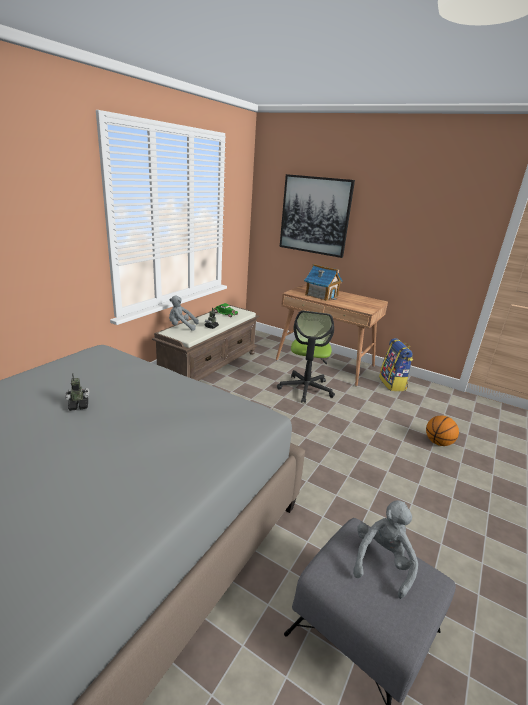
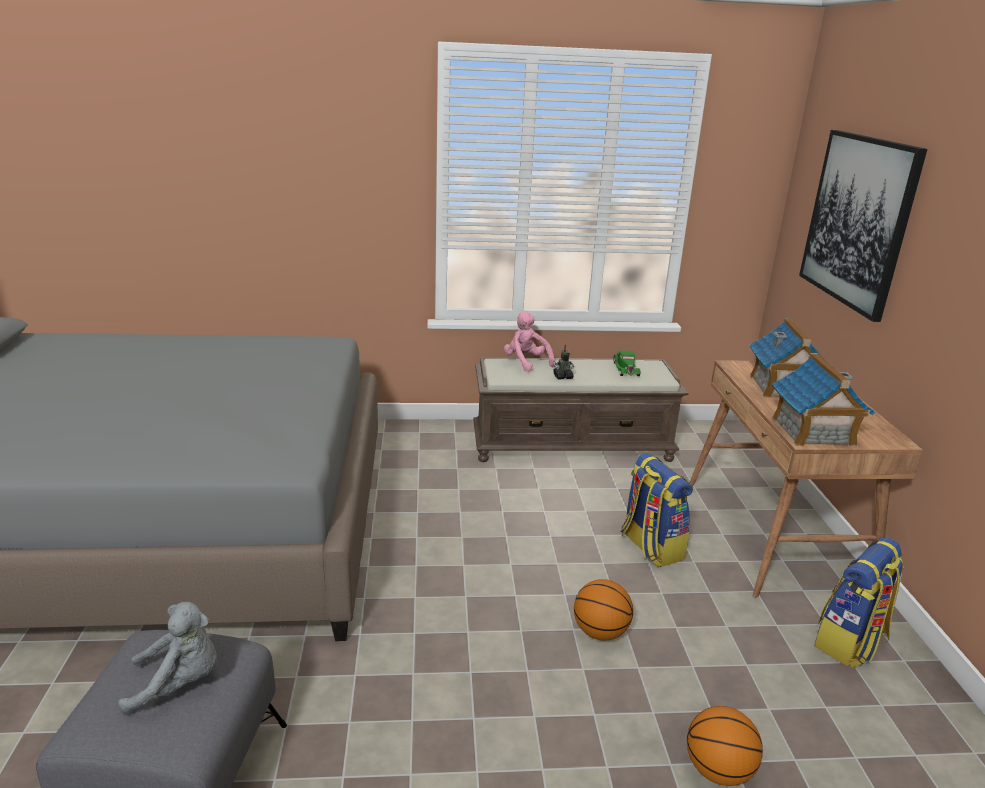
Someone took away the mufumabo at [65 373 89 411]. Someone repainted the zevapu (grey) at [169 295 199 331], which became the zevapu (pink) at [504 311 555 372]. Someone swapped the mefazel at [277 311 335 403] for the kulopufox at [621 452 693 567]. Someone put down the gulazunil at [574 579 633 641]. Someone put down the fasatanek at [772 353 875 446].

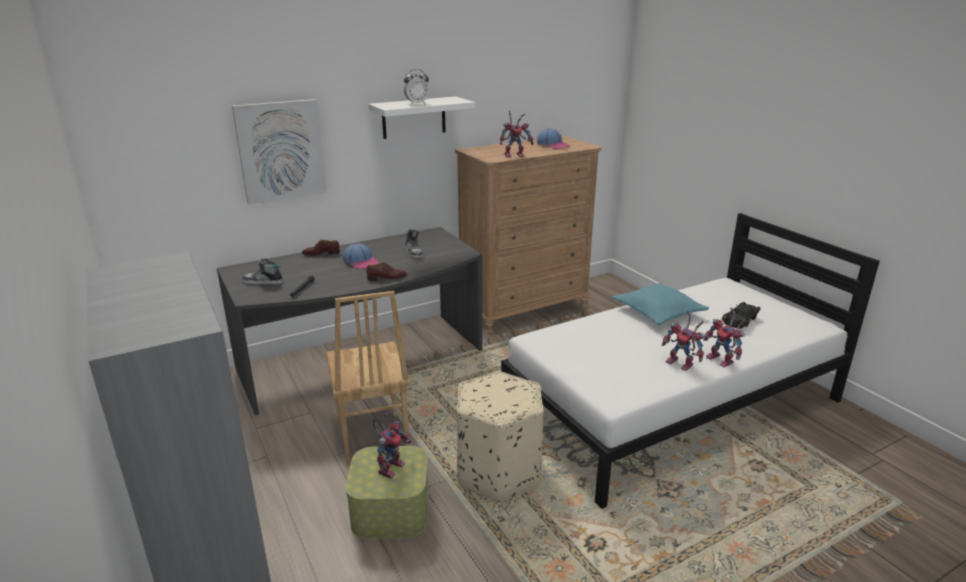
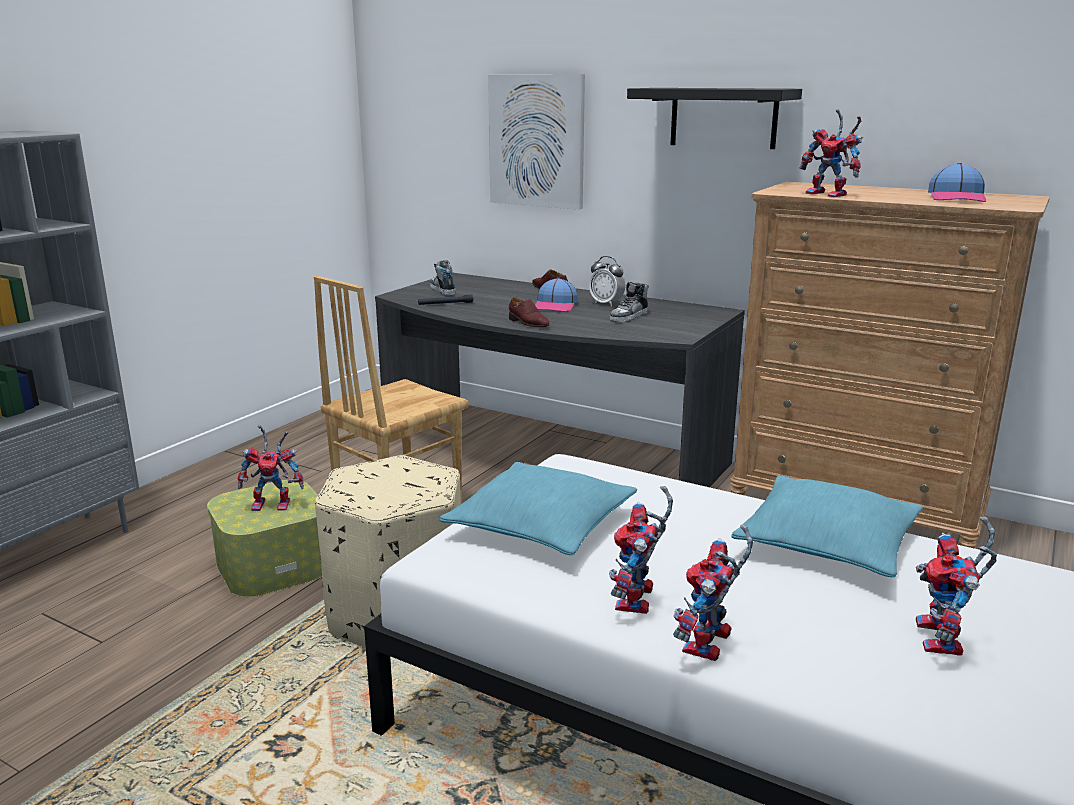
Someone repainted the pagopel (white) at [368 96 475 139], which became the pagopel (black) at [627 88 802 149]. Someone carried the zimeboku from [404 69 429 105] to [589 256 625 307]. Someone swapped the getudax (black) at [722 302 761 329] for the mufumabo at [916 516 997 656]. Someone put down the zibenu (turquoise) at [439 462 637 555].

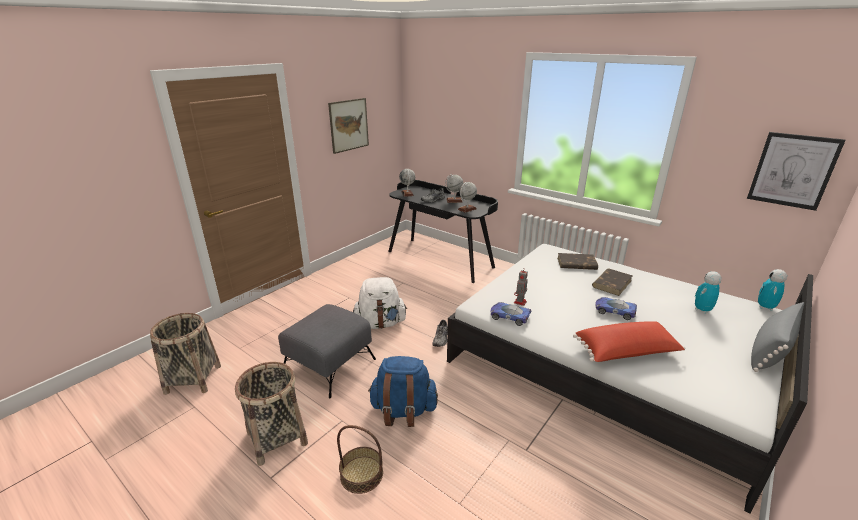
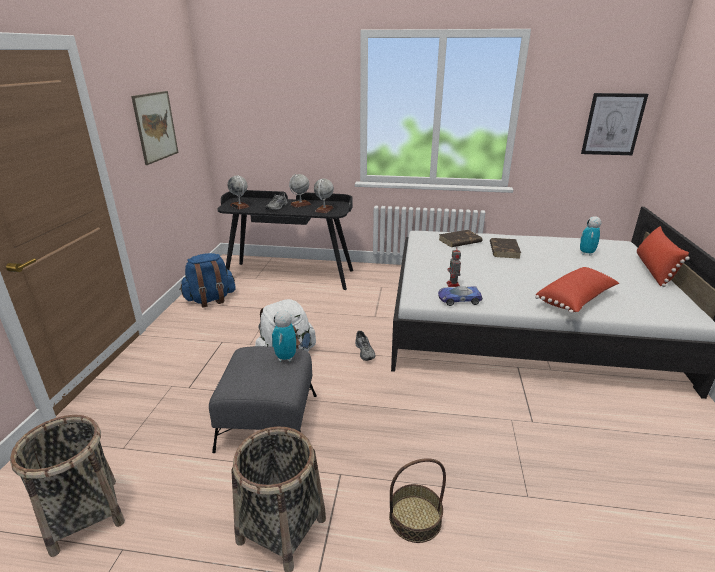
Someone carried the kulopufox (blue) from [368 356 438 427] to [179 253 236 308]. Someone took away the getudax at [595 297 637 320]. Someone repainted the zibenu (grey) at [751 302 804 372], which became the zibenu (red) at [637 226 690 287]. Someone carried the mufumabo from [758 269 787 311] to [272 310 296 362].

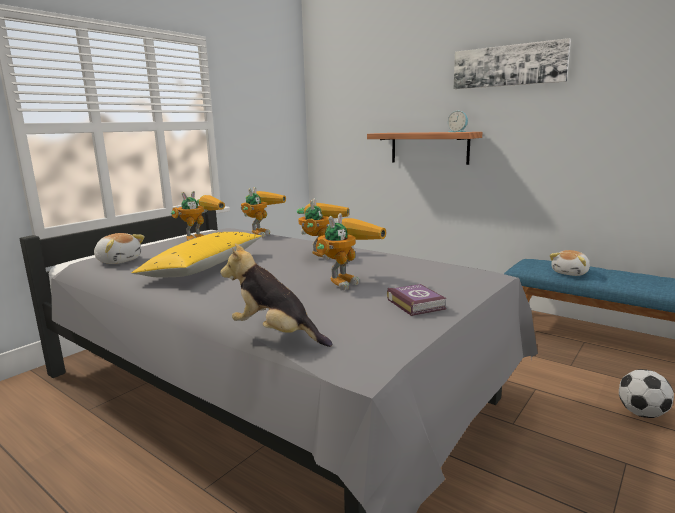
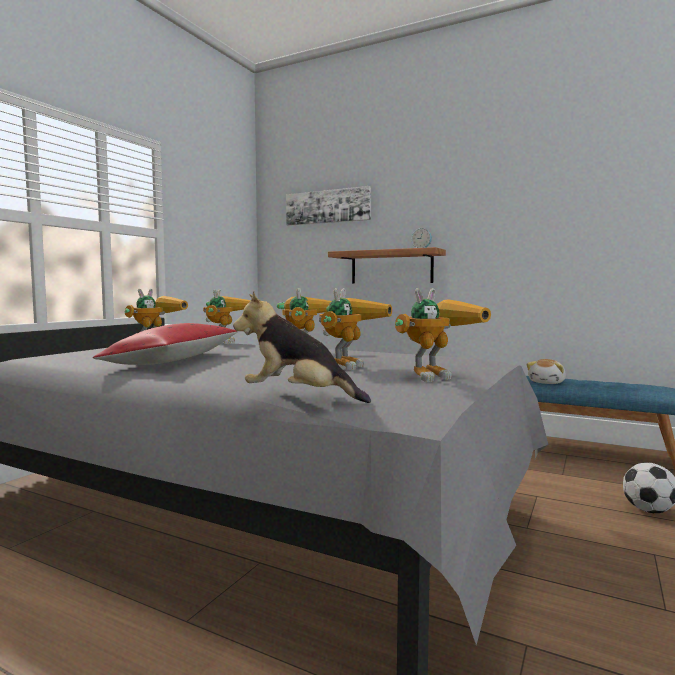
Someone took away the zevapu at [94 233 145 264]. Someone repainted the zibenu (yellow) at [132 232 262 278], which became the zibenu (red) at [92 323 238 365]. Someone swapped the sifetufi at [387 284 447 316] for the mufumabo at [395 288 491 382]. Someone carried the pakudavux from [453 38 571 89] to [286 186 371 226].

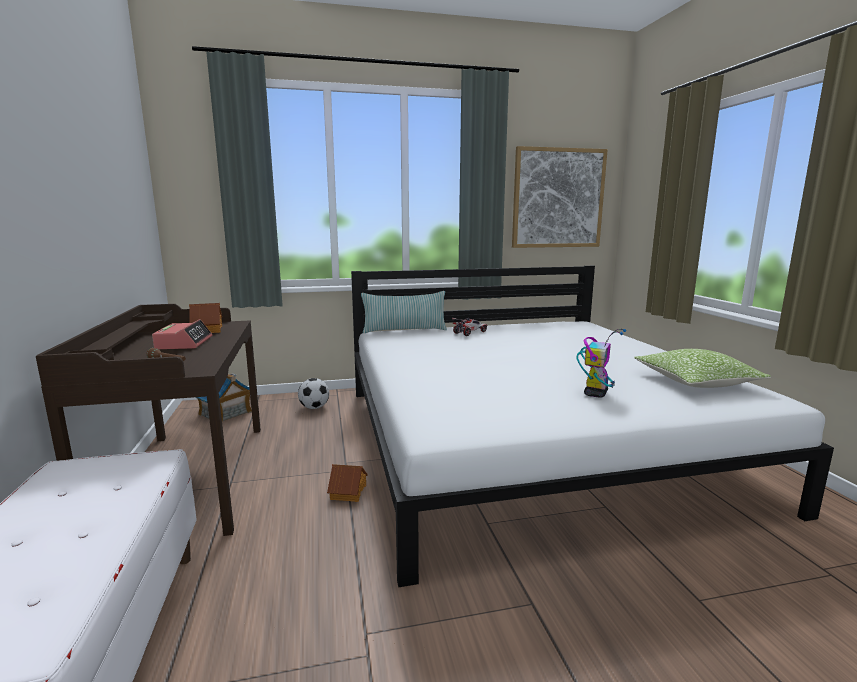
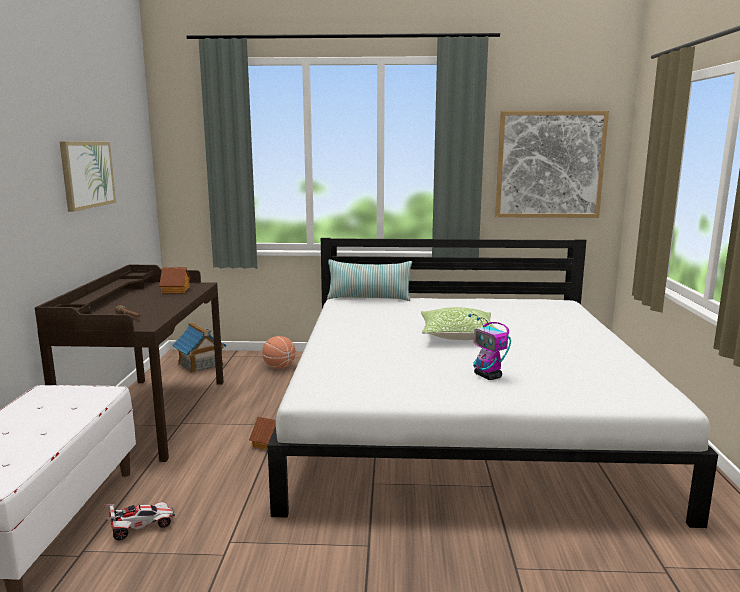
Someone took away the zimeboku at [152 319 212 349]. Someone swapped the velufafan at [298 378 329 409] for the gulazunil at [262 336 296 369]. Someone carried the getudax from [452 318 487 336] to [104 502 175 540]. Someone rotated the mufumabo at [576 329 626 398] by 105 degrees clockwise. Someone carried the zibenu from [634 349 771 388] to [421 307 497 340]. Someone put up the pakudavux at [60 142 116 212].

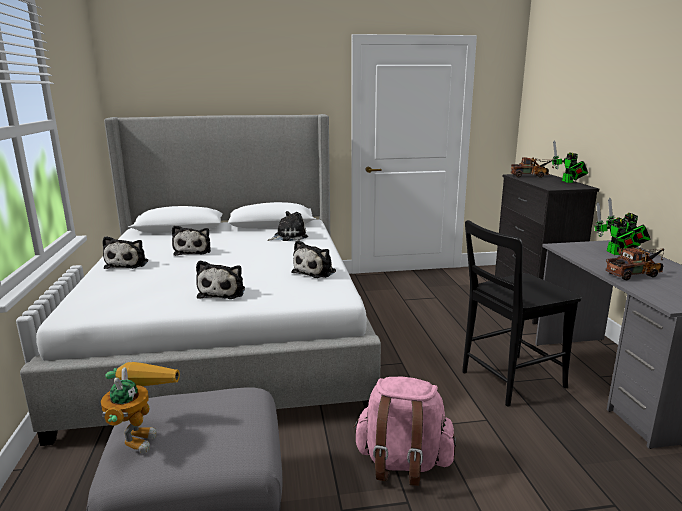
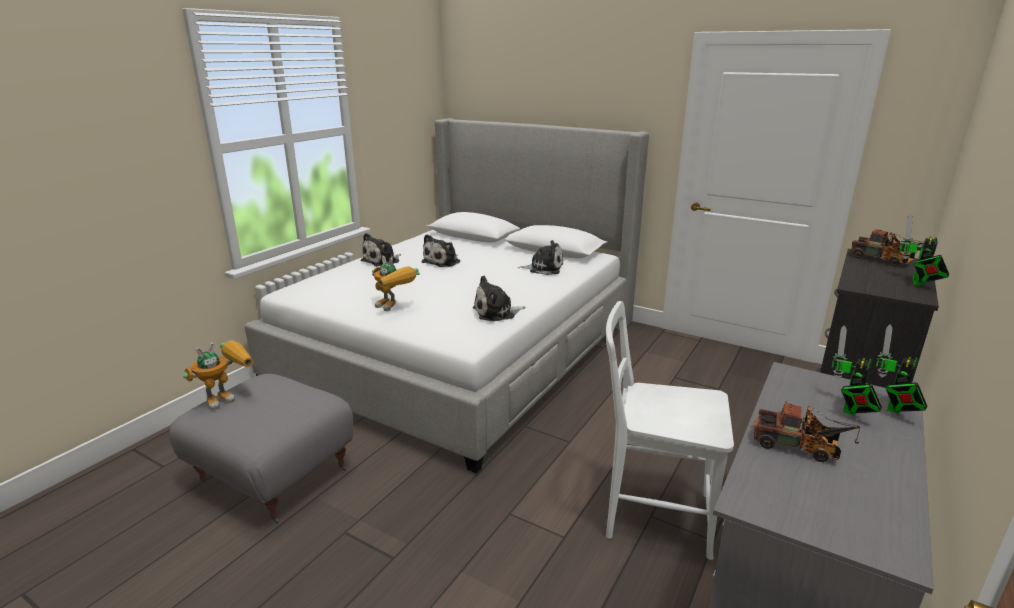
Someone swapped the zevapu at [196 260 245 299] for the mufumabo at [372 256 420 311]. Someone took away the kulopufox (pink) at [353 376 456 486]. Someone repainted the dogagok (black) at [462 220 582 407], which became the dogagok (white) at [606 301 734 560].

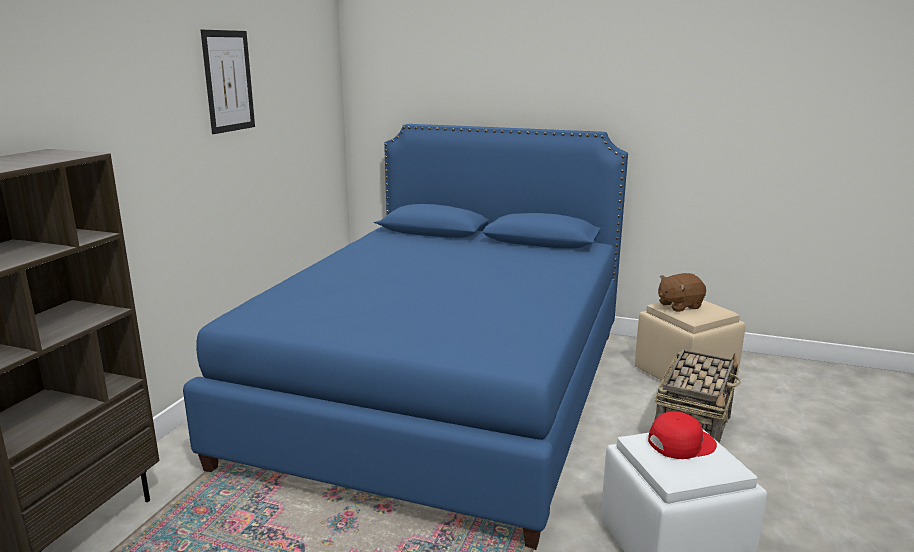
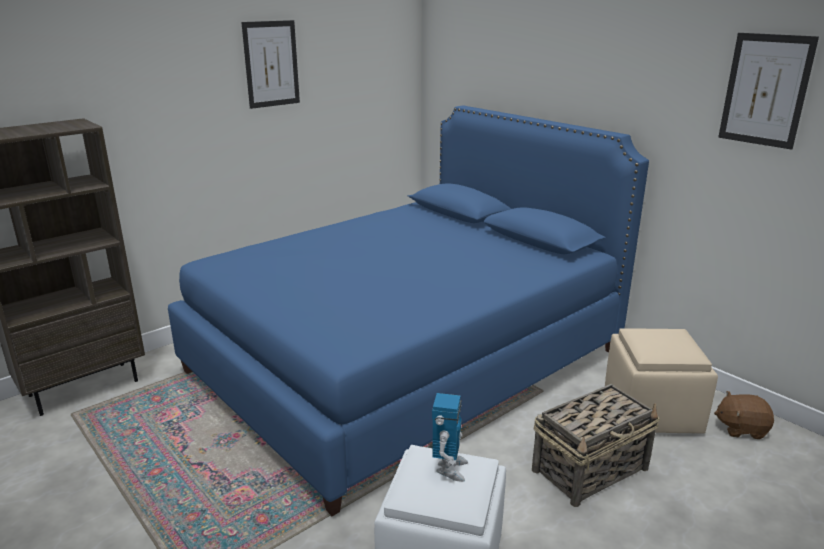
Someone swapped the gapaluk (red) at [648 412 717 459] for the mufumabo at [432 393 468 482]. Someone carried the zevapu (brown) from [658 273 706 312] to [714 391 774 439]. Someone put up the pakudavux at [718 33 819 150].

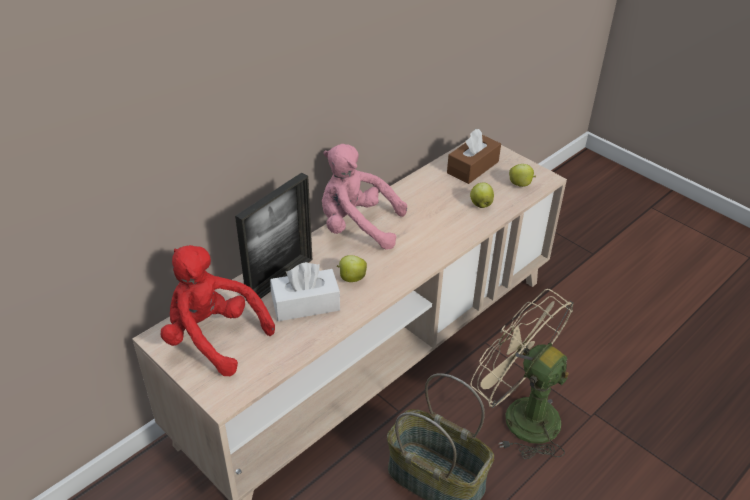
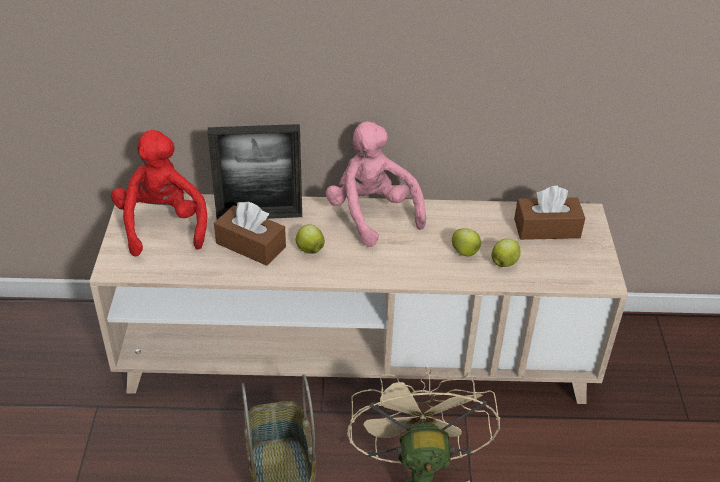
Someone repainted the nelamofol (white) at [270 262 340 321], which became the nelamofol (brown) at [214 202 286 266]. Someone carried the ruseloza from [509 164 536 187] to [452 229 481 256].

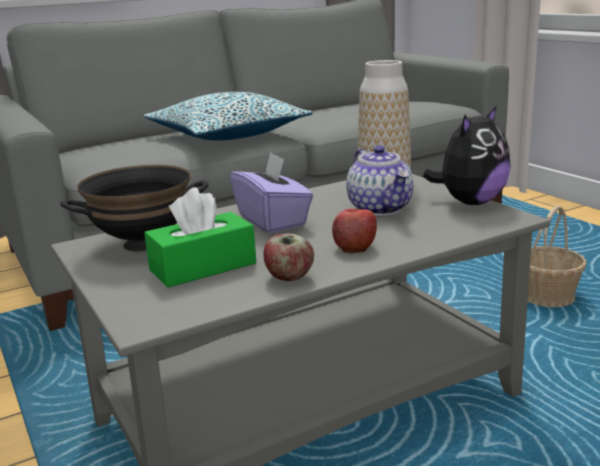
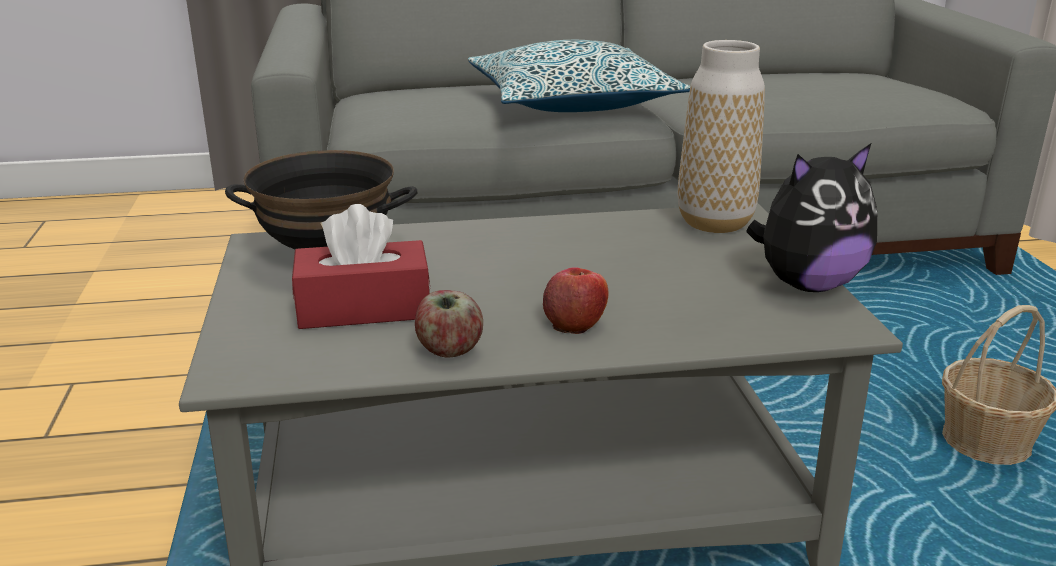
Someone repainted the nelamofol (green) at [144 187 256 287], which became the nelamofol (red) at [292 204 431 329]. Someone took away the nelamofol (purple) at [230 152 313 233]. Someone took away the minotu at [346 145 413 216].

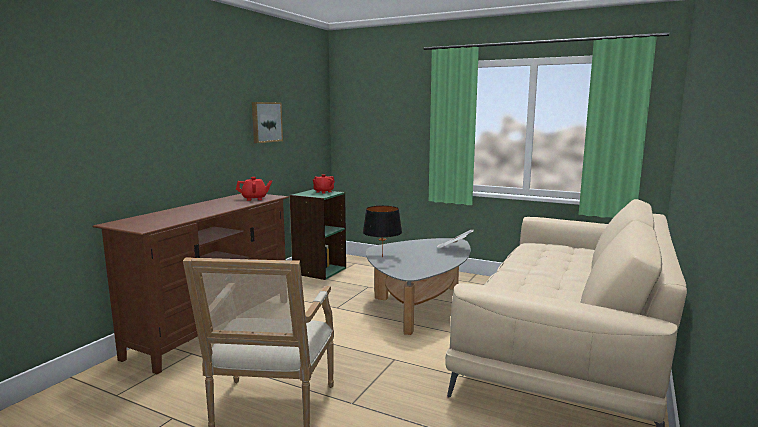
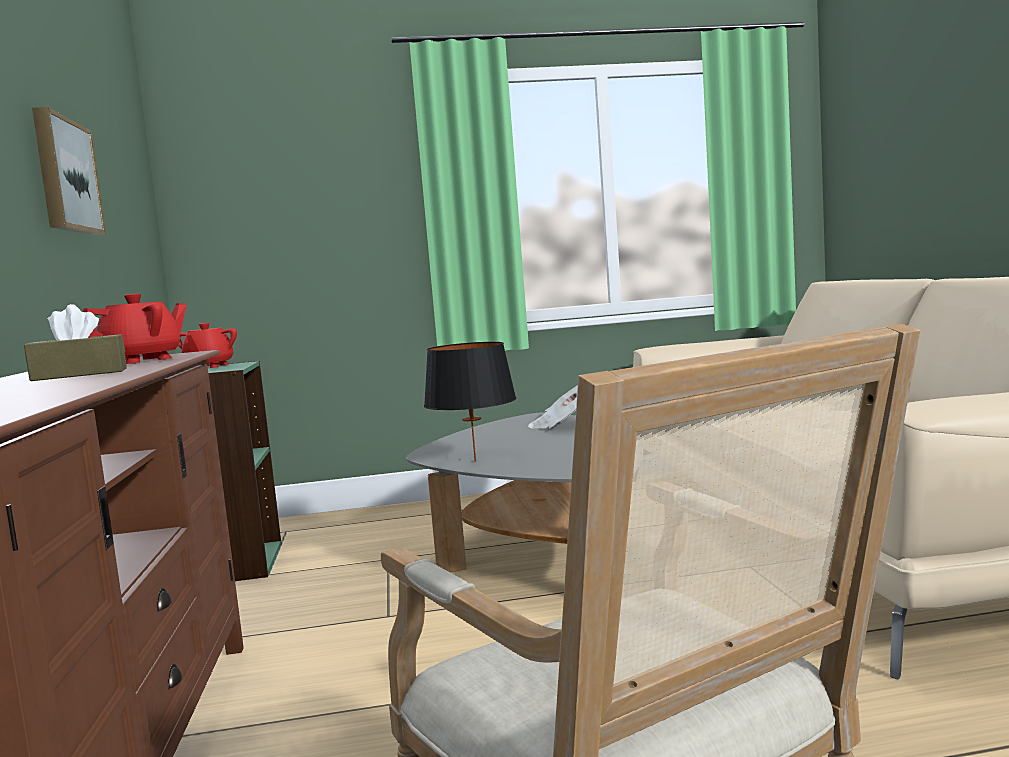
Someone put down the nelamofol (brown) at [24 304 127 381].

